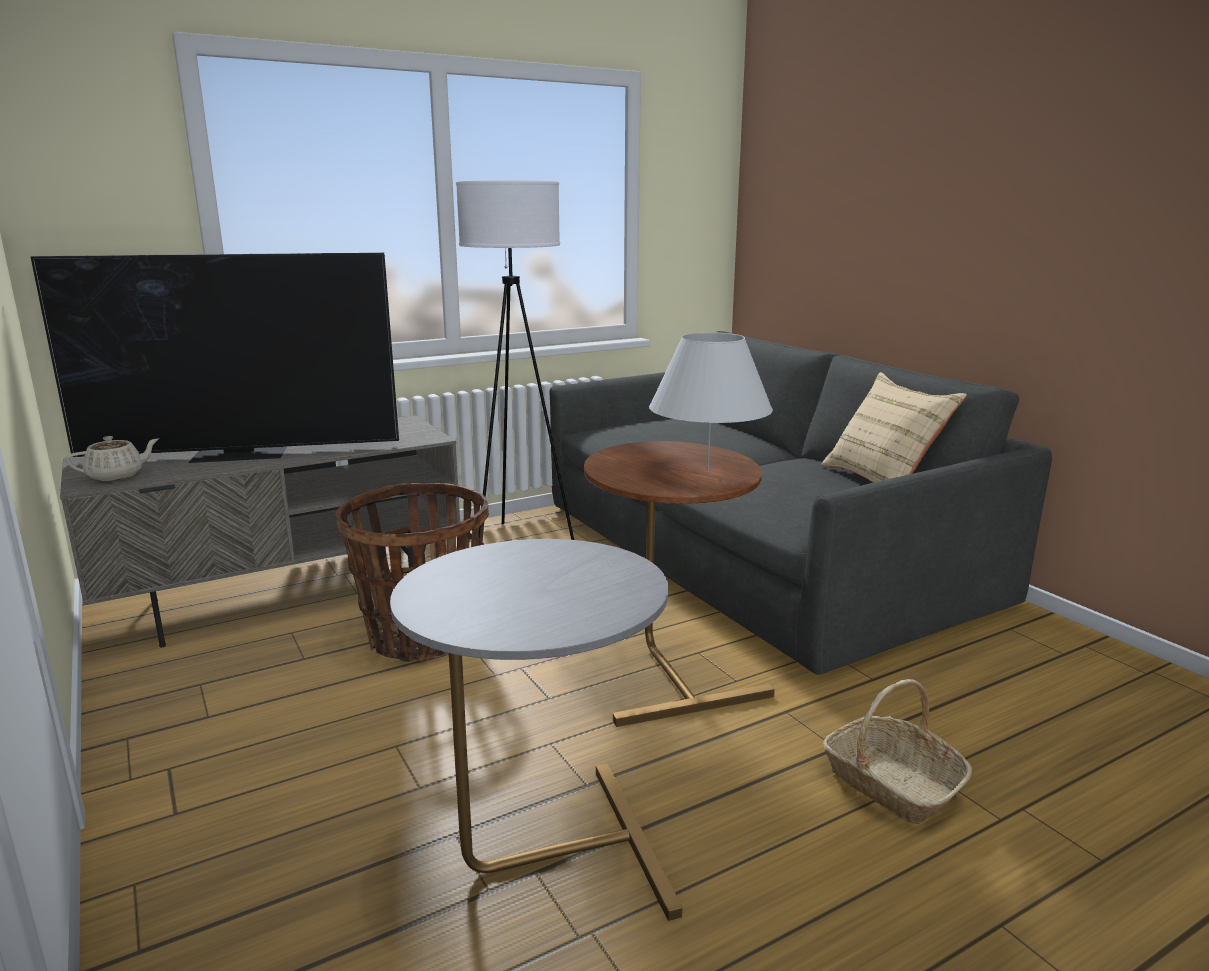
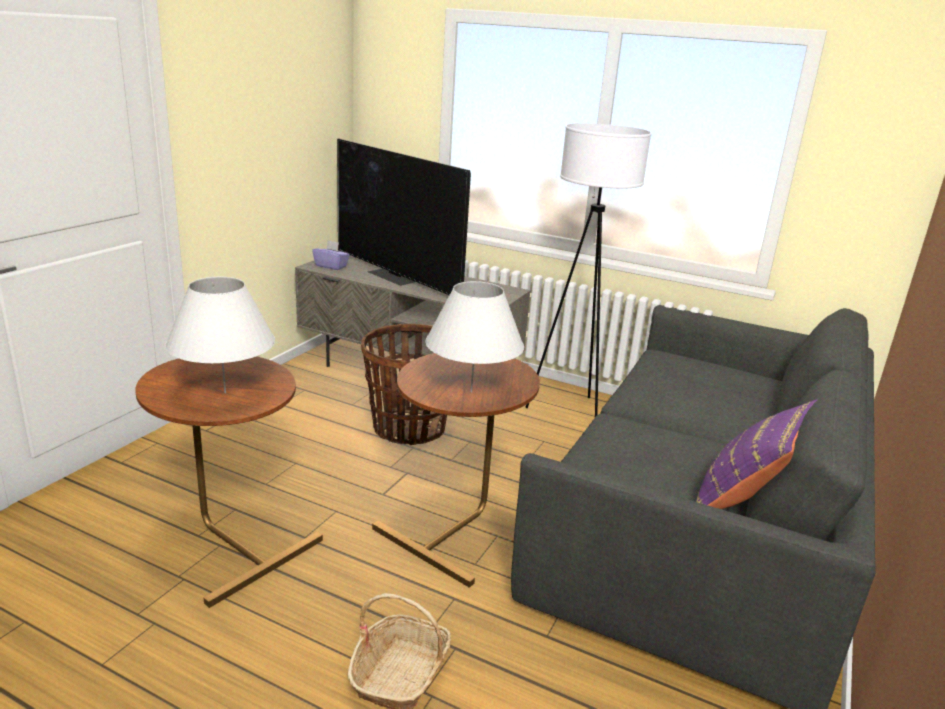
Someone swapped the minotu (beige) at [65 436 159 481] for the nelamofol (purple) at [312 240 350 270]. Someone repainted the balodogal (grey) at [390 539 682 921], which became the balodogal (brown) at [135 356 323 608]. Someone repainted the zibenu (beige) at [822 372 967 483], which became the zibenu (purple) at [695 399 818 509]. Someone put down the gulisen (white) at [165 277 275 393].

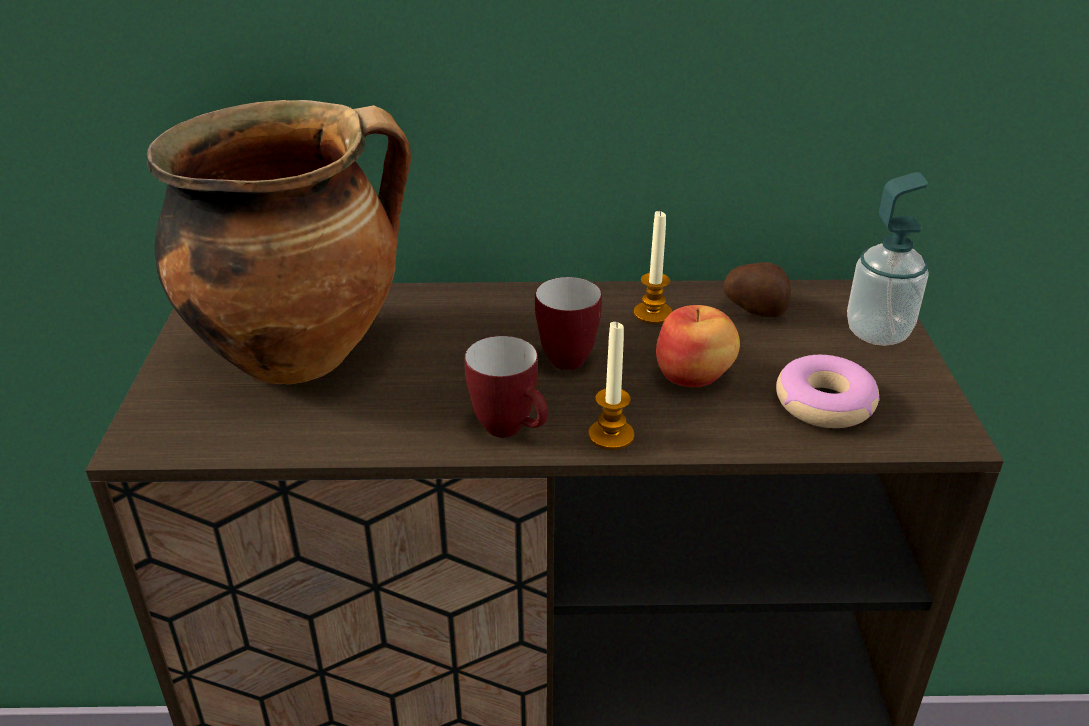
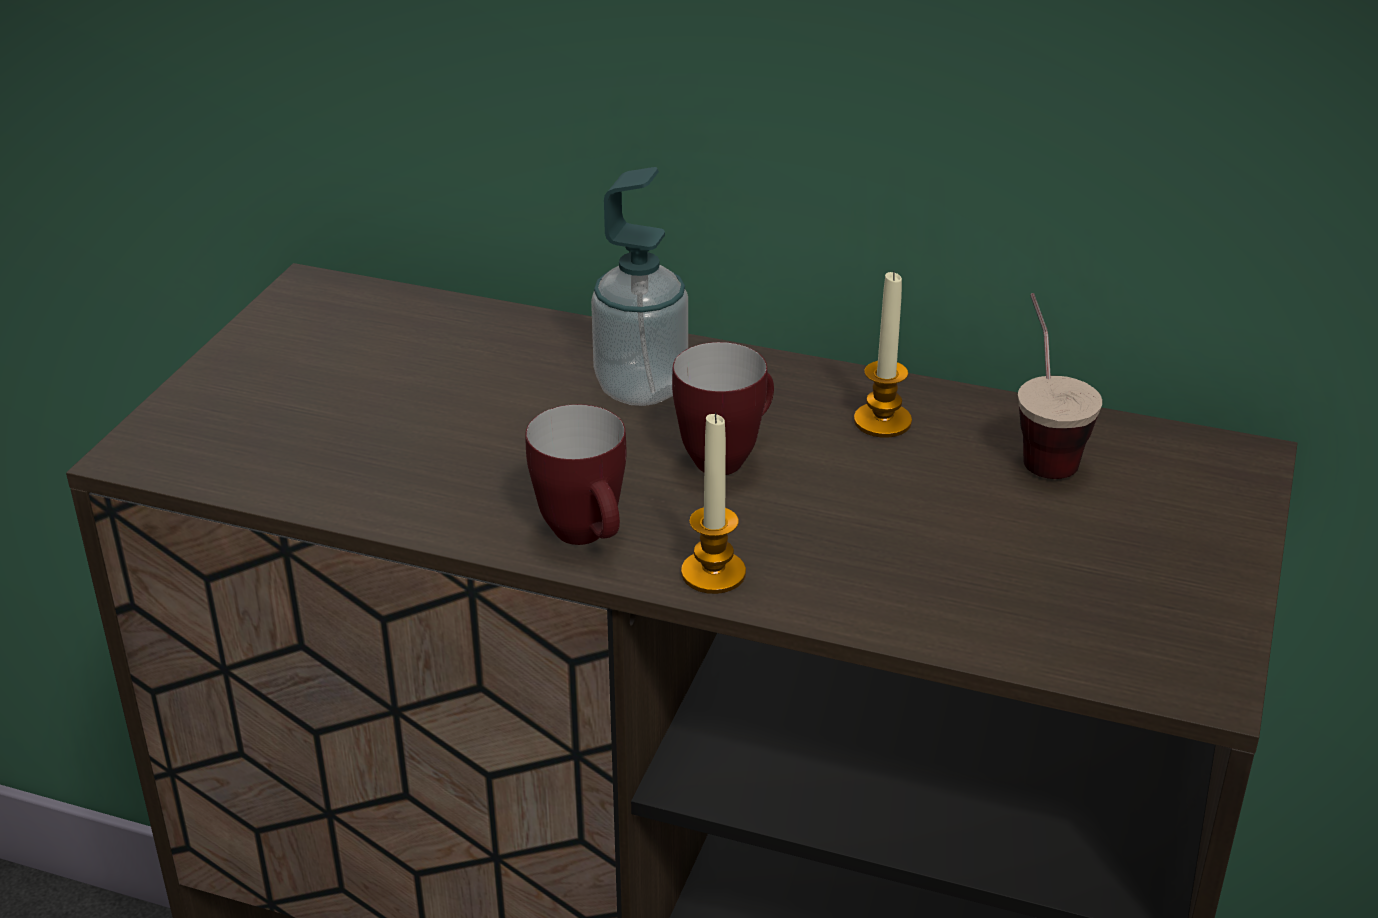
Someone took away the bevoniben at [146 100 411 384]. Someone took away the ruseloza at [656 305 740 387]. Someone swapped the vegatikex at [723 262 791 317] for the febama at [1018 293 1102 479]. Someone took away the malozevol at [776 355 880 428]. Someone carried the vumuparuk from [847 172 928 346] to [591 167 688 406].

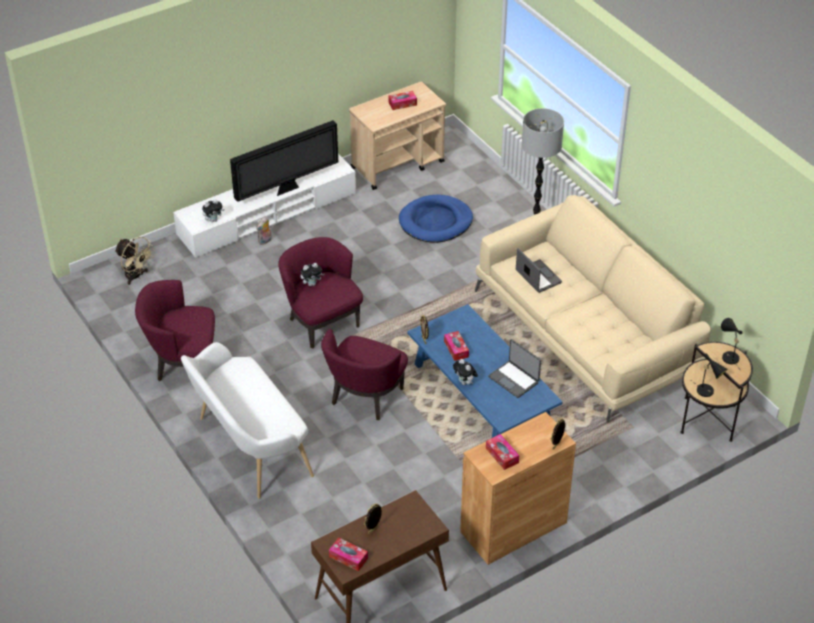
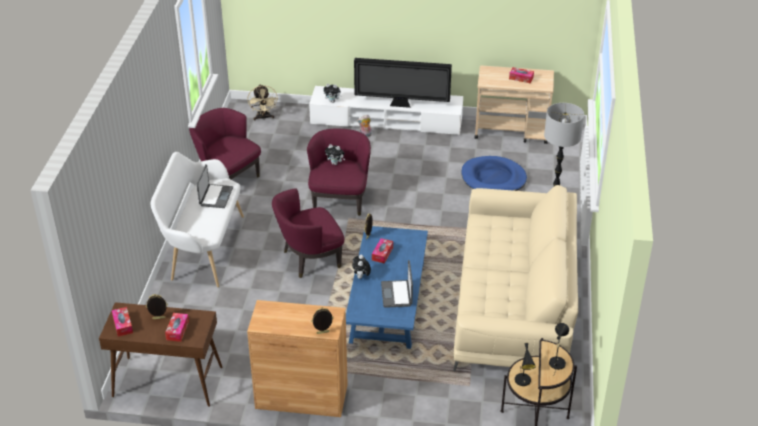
Someone carried the nelamofol from [486 434 519 470] to [165 313 189 342]. Someone carried the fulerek from [516 248 562 293] to [197 164 233 208].

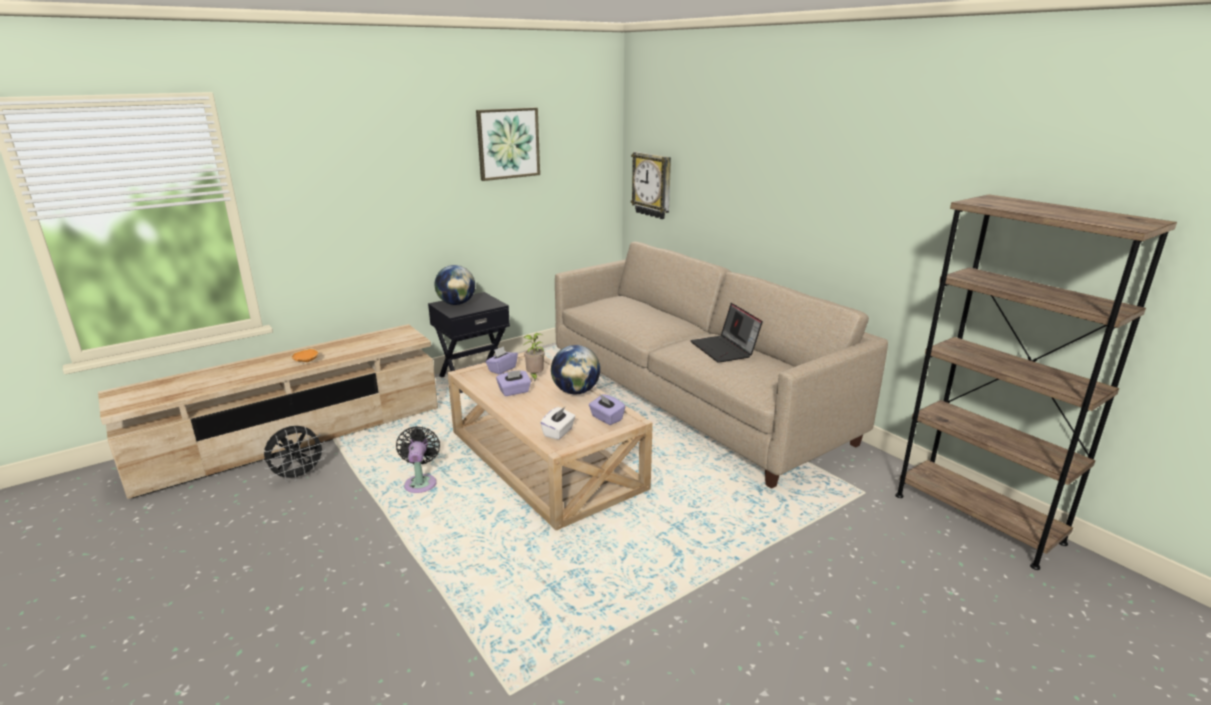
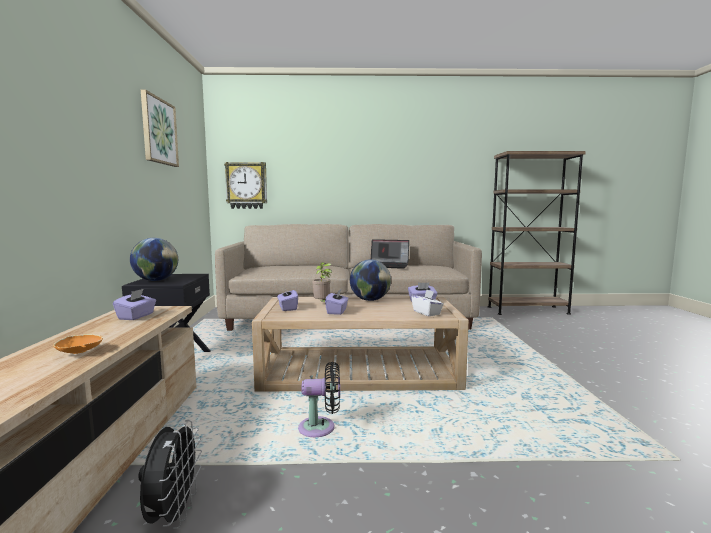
Someone rotated the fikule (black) at [396 426 440 493] by 150 degrees clockwise. Someone put down the nelamofol (purple) at [113 289 156 320].

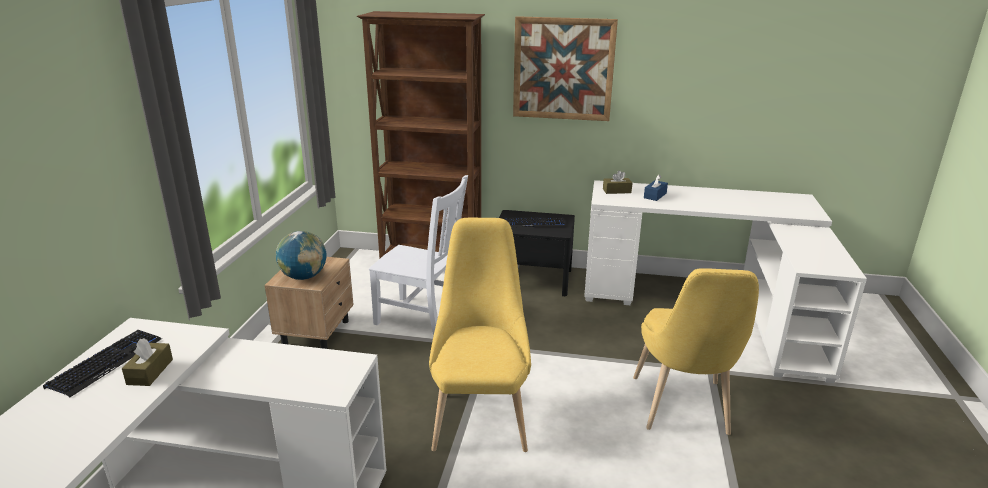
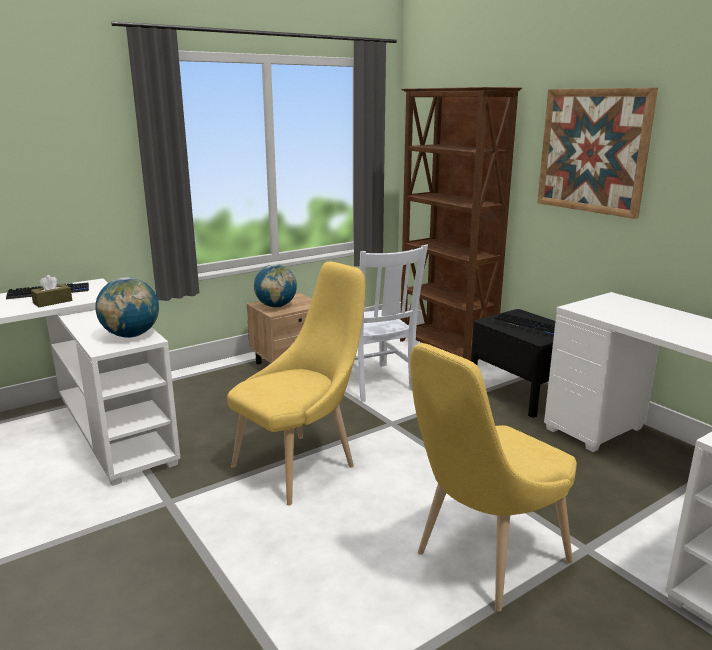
Someone took away the nelamofol (brown) at [603 170 632 194]. Someone took away the nelamofol (blue) at [644 175 668 201]. Someone put down the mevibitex at [95 277 159 338].

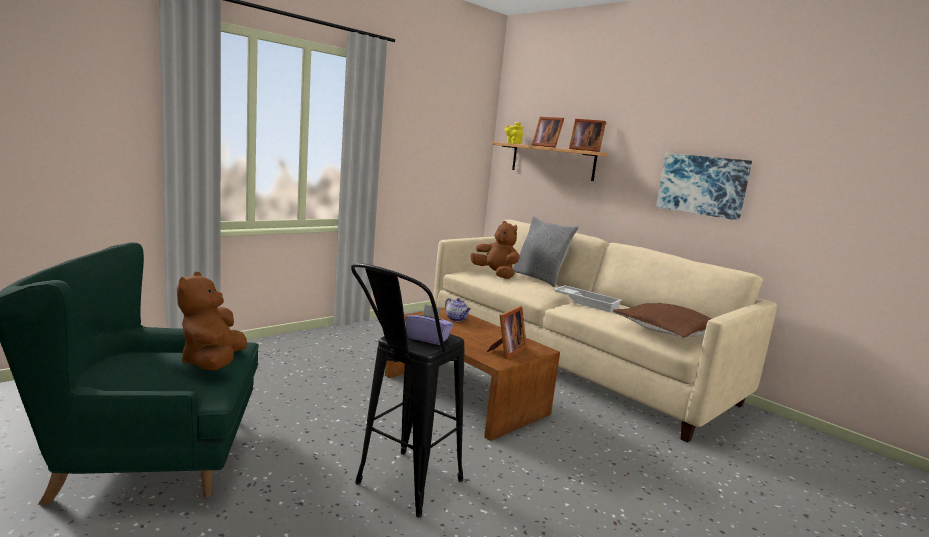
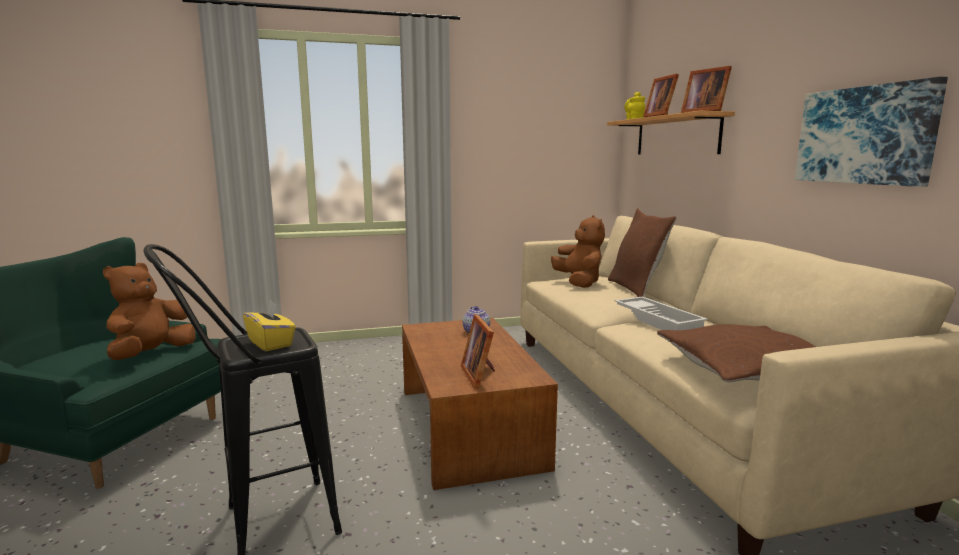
Someone repainted the nelamofol (purple) at [405 304 454 345], which became the nelamofol (yellow) at [243 300 296 351]. Someone rotated the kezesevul at [487 306 527 359] by 105 degrees clockwise. Someone repainted the zibenu (grey) at [512 216 579 287], which became the zibenu (brown) at [608 208 677 297].

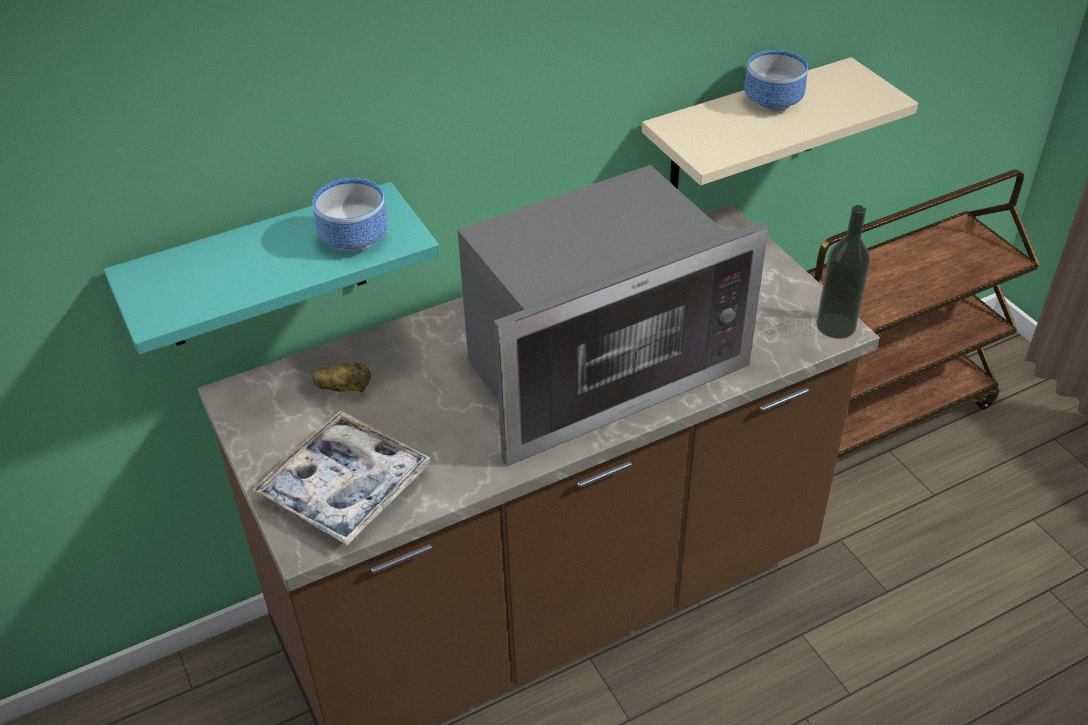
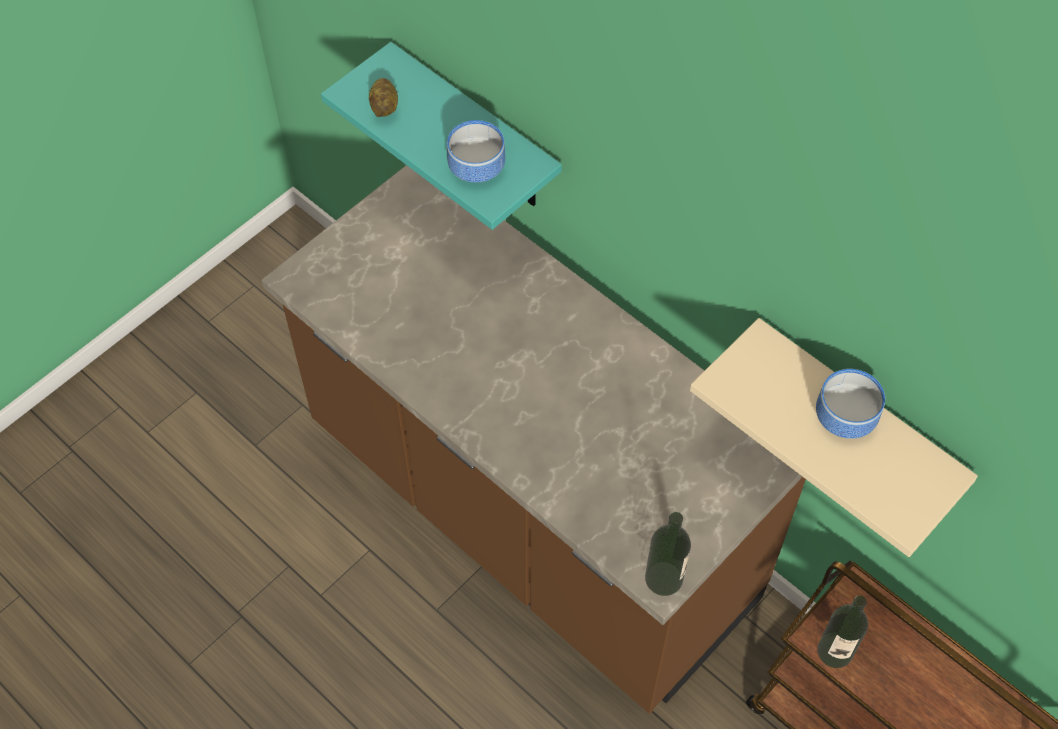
Someone took away the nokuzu at [252 410 430 546]. Someone carried the vegatikex from [313 362 371 392] to [369 78 398 117]. Someone took away the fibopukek at [458 165 768 466]. Someone put down the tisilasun at [817 595 868 668].

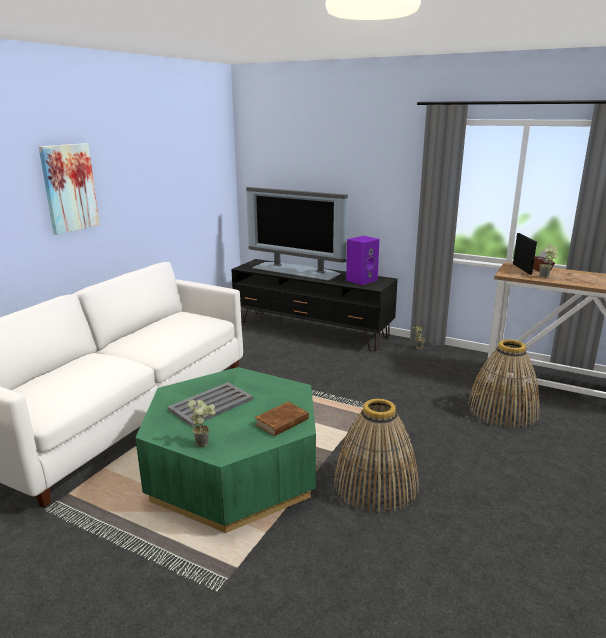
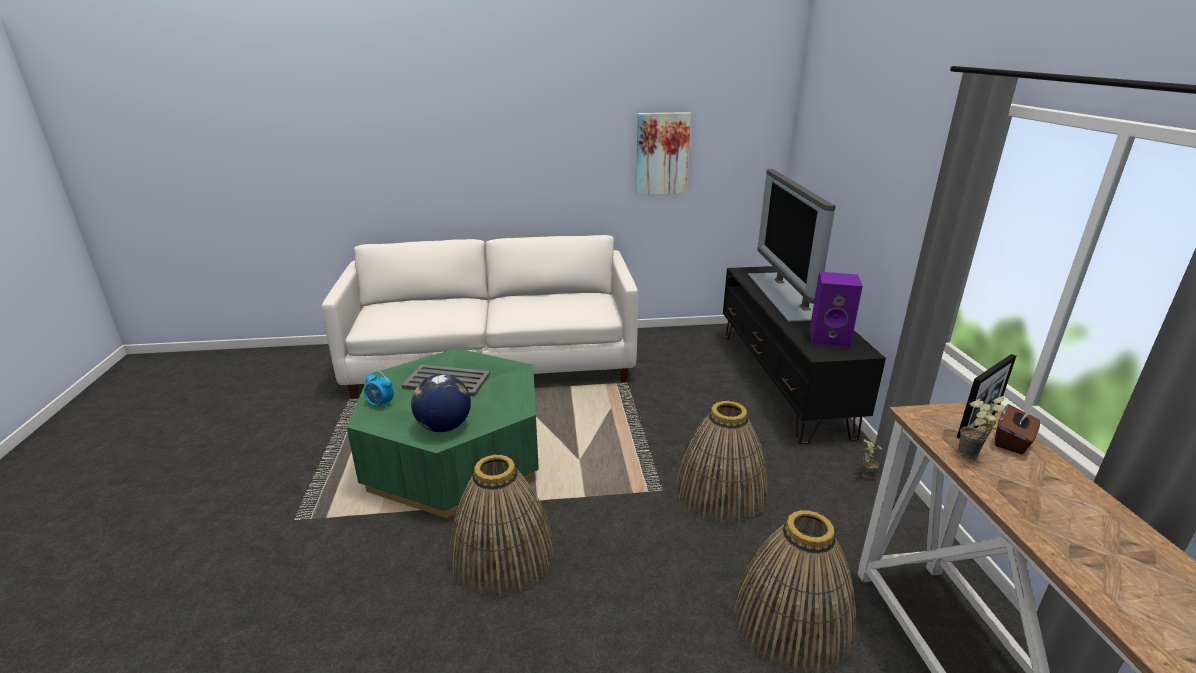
Someone carried the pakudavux from [39 143 100 235] to [636 112 691 195]. Someone swapped the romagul at [188 400 216 447] for the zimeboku at [364 371 394 409]. Someone swapped the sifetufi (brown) at [255 402 309 436] for the mevibitex at [411 374 471 432]. Someone put down the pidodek at [675 401 768 524].

